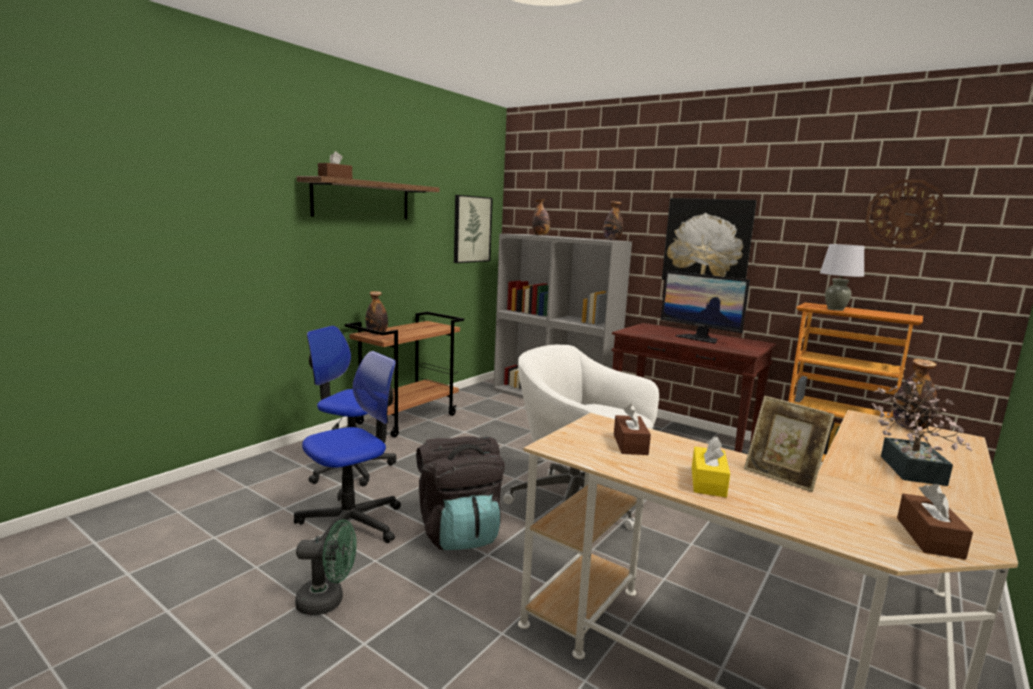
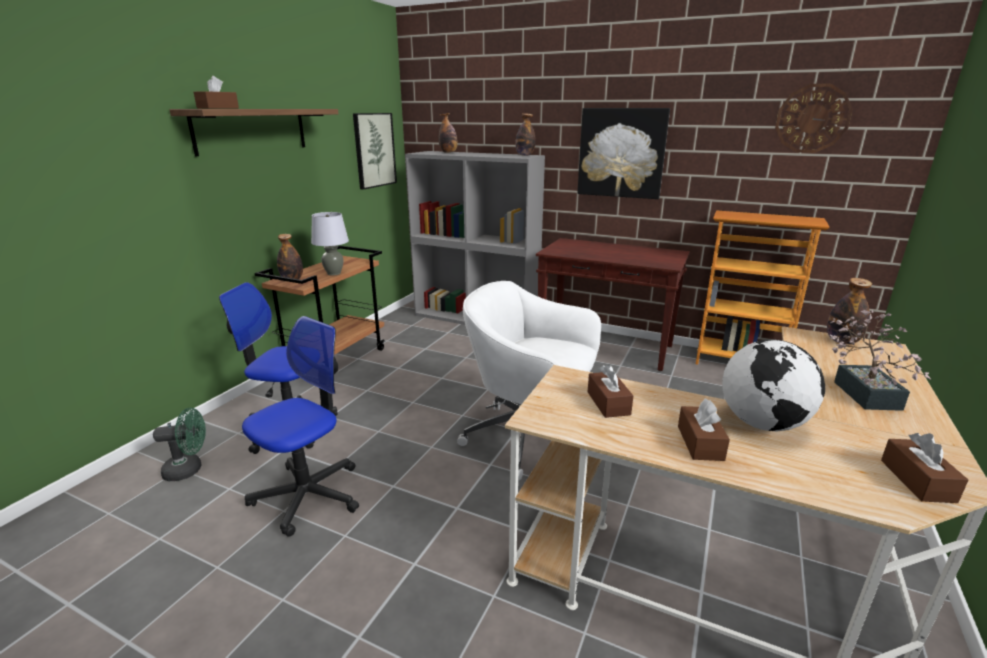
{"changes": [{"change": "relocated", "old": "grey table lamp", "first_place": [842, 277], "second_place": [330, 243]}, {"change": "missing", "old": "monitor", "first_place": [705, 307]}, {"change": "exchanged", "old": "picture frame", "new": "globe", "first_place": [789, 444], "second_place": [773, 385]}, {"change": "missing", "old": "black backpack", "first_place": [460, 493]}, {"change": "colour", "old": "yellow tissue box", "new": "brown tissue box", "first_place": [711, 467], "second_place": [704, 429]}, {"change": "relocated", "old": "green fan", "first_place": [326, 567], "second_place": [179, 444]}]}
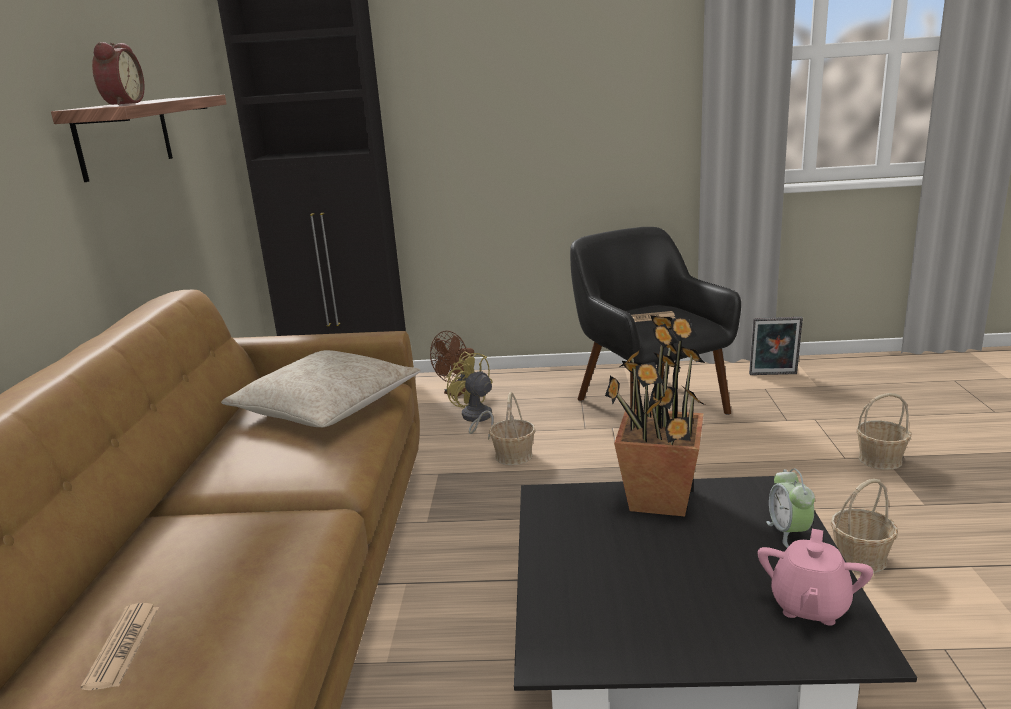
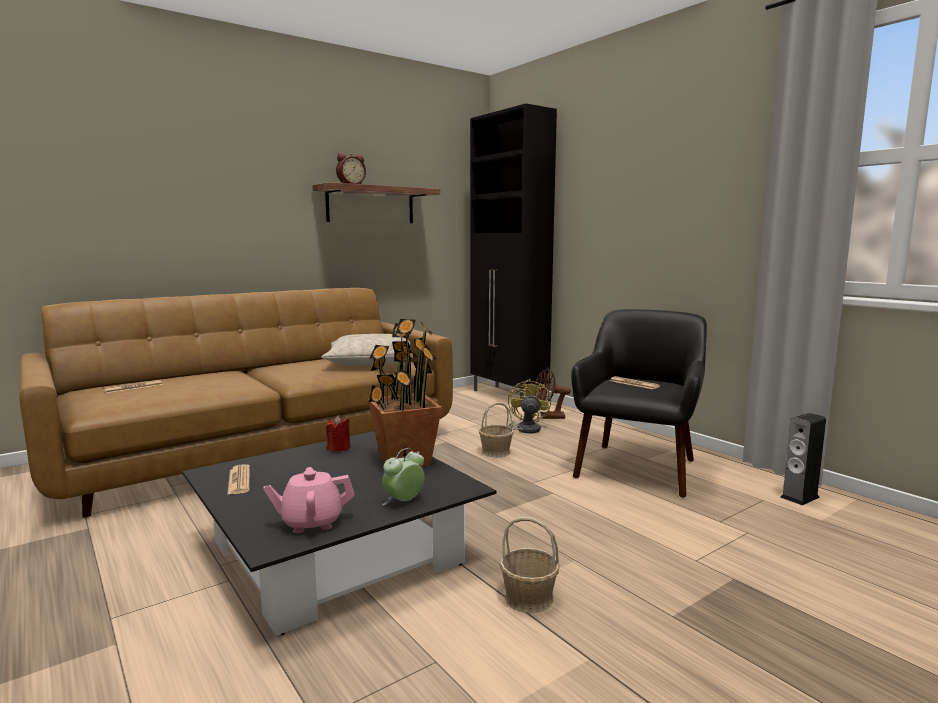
{"changes": [{"change": "exchanged", "old": "picture frame", "new": "speaker", "first_place": [776, 346], "second_place": [803, 459]}, {"change": "missing", "old": "basket", "first_place": [883, 431]}, {"change": "appeared", "new": "red candle", "second_place": [338, 433]}, {"change": "appeared", "new": "newspaper", "second_place": [238, 479]}]}
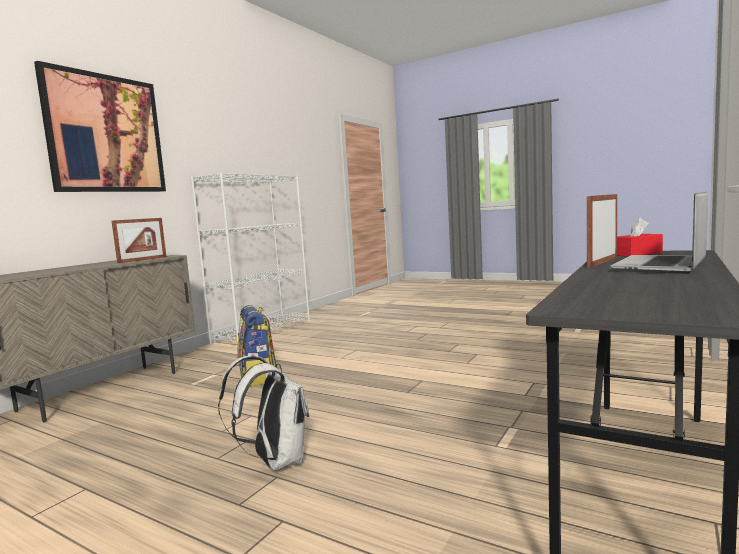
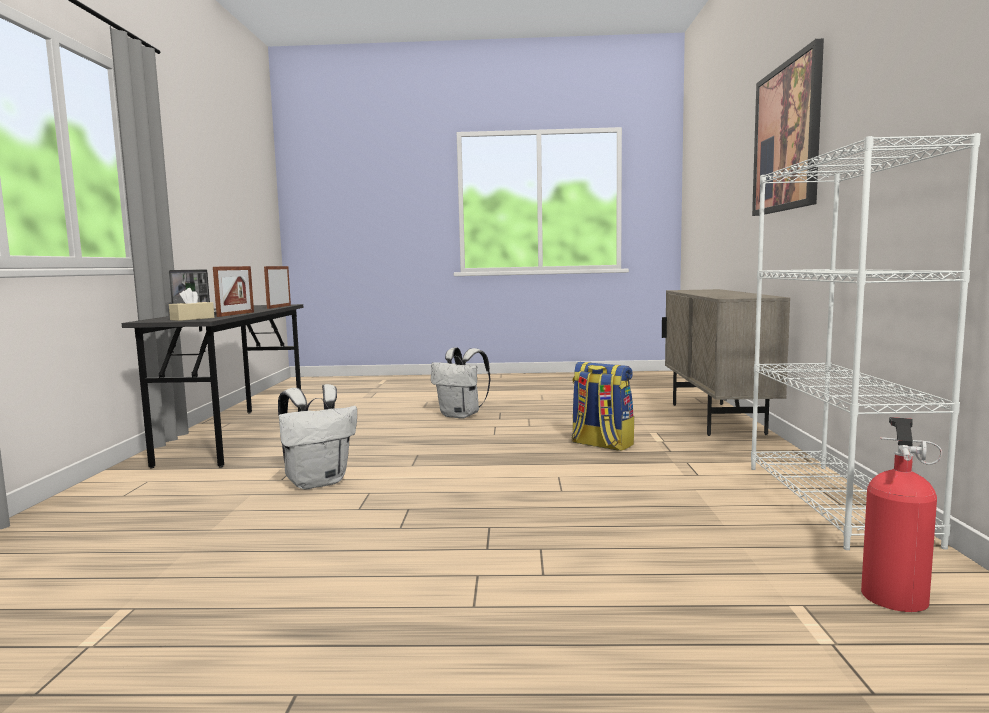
{"changes": [{"change": "colour", "old": "red tissue box", "new": "beige tissue box", "first_place": [640, 237], "second_place": [191, 304]}, {"change": "relocated", "old": "picture frame", "first_place": [139, 240], "second_place": [277, 287]}, {"change": "appeared", "new": "white backpack", "second_place": [317, 436]}, {"change": "appeared", "new": "fire extinguisher", "second_place": [901, 514]}]}
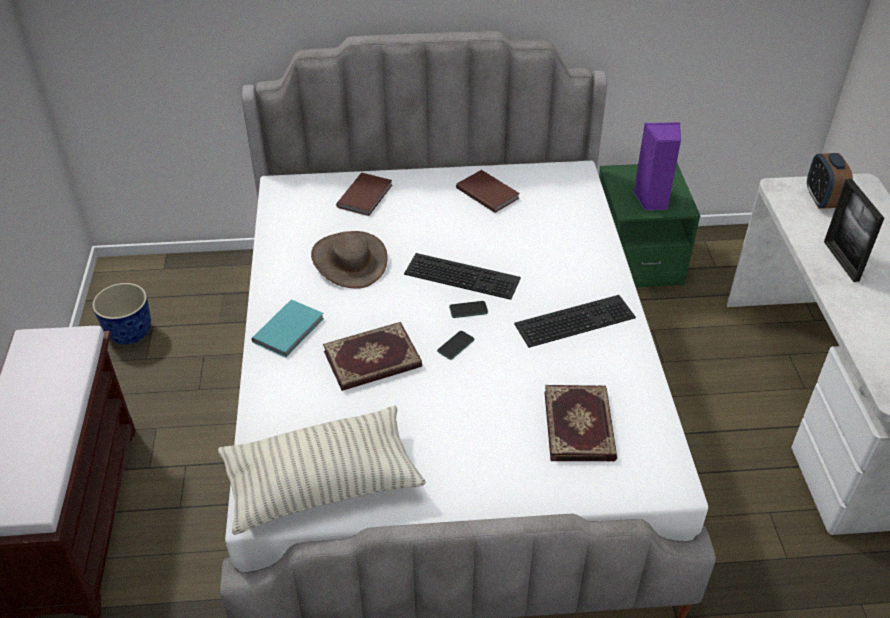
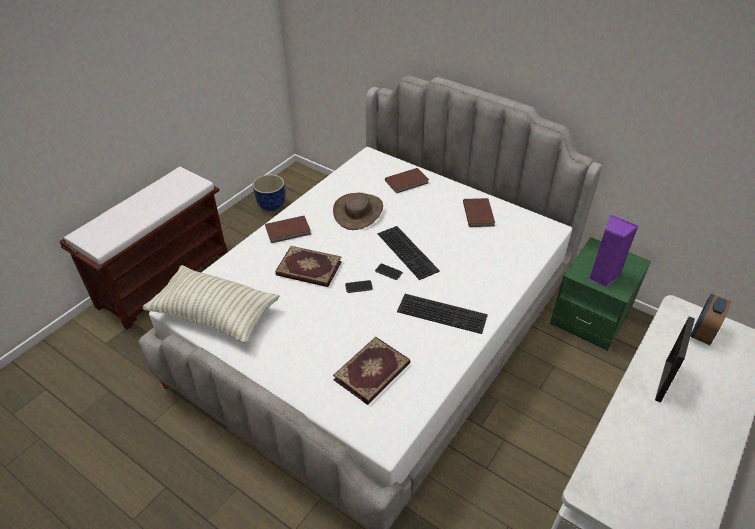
{"changes": [{"change": "colour", "old": "turquoise book", "new": "brown book", "first_place": [287, 329], "second_place": [288, 229]}]}
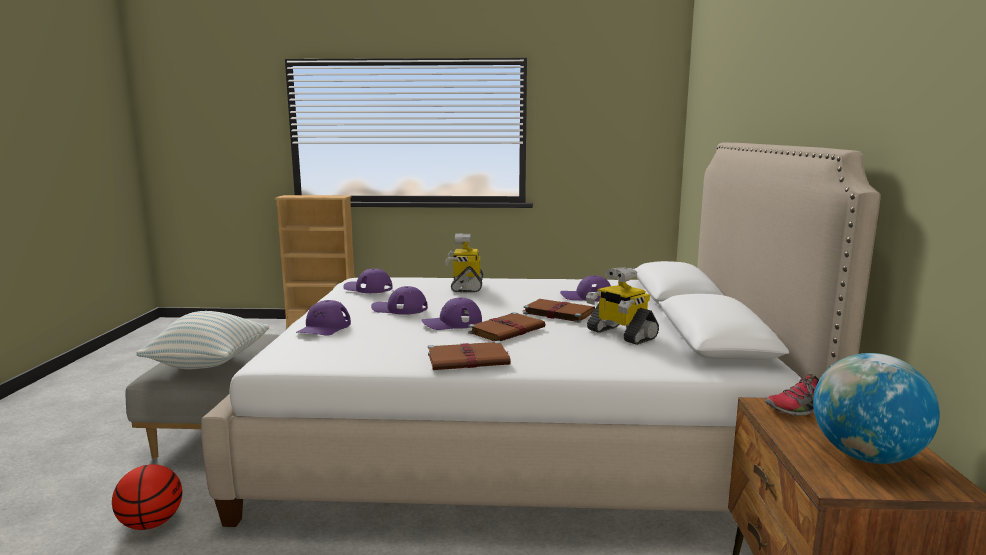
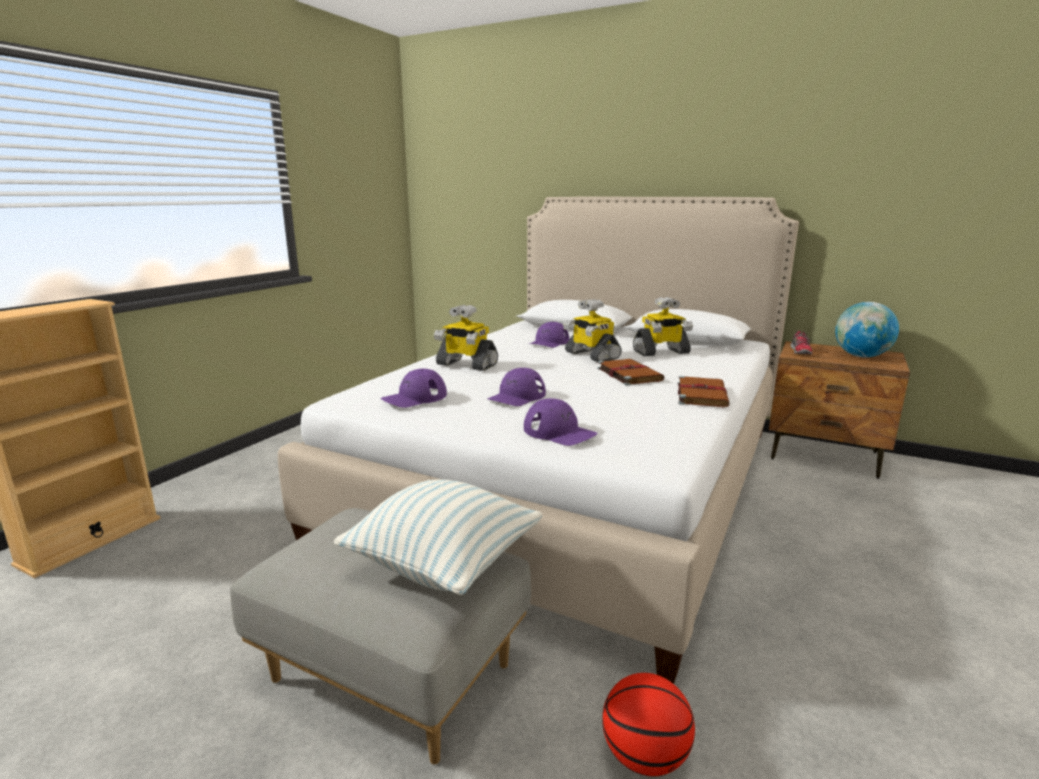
{"changes": [{"change": "missing", "old": "purple cap", "first_place": [451, 314]}, {"change": "exchanged", "old": "brown book", "new": "toy robot", "first_place": [559, 311], "second_place": [592, 330]}]}
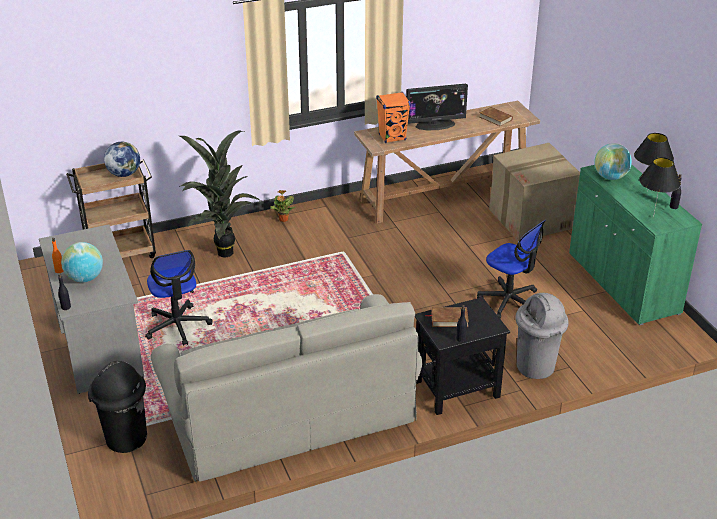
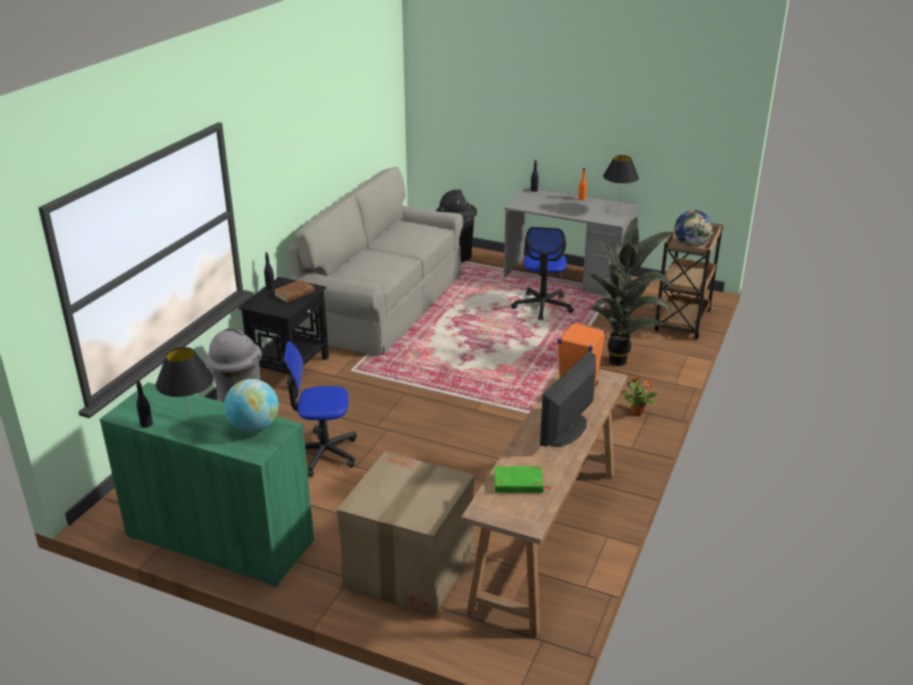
{"changes": [{"change": "colour", "old": "brown book", "new": "green book", "first_place": [496, 117], "second_place": [522, 479]}, {"change": "relocated", "old": "black table lamp", "first_place": [660, 187], "second_place": [621, 180]}, {"change": "missing", "old": "globe", "first_place": [82, 262]}, {"change": "spun", "old": "office chair", "first_place": [179, 298], "second_place": [542, 274], "degrees": -105}]}
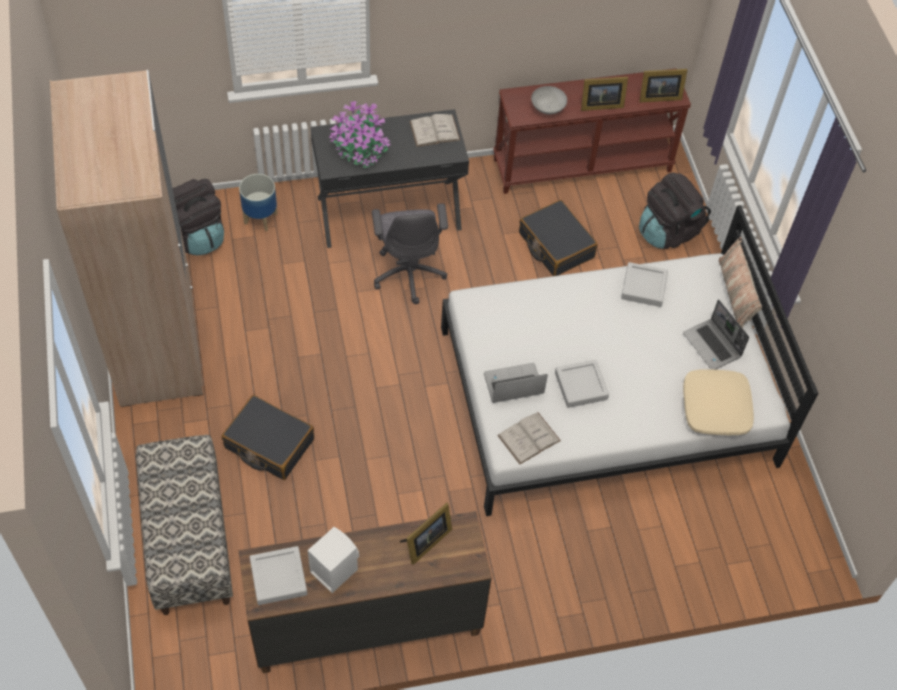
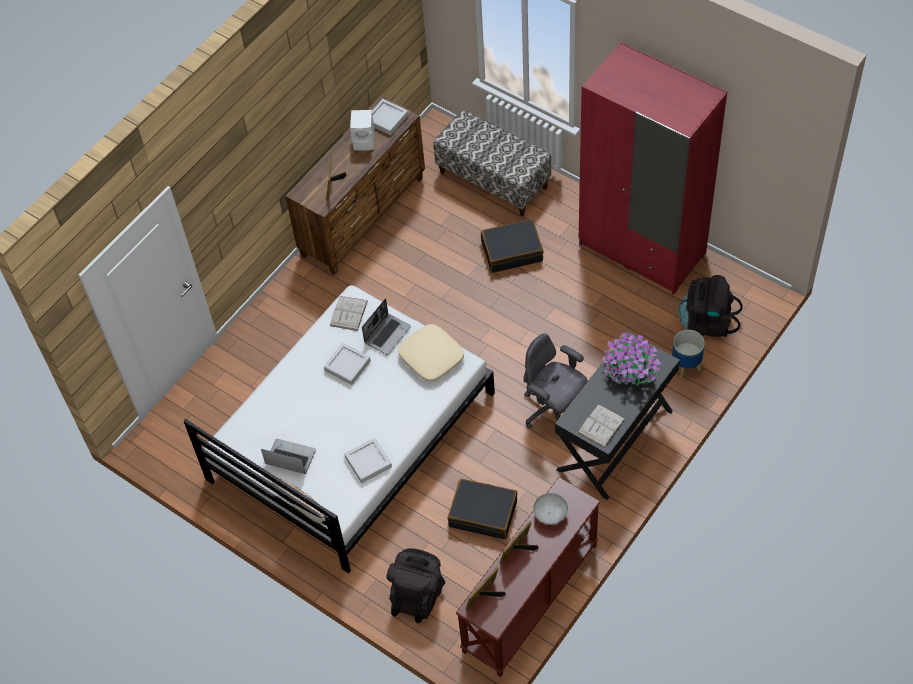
{"changes": [{"change": "colour", "old": "beige wardrobe", "new": "red wardrobe", "first_place": [126, 238], "second_place": [653, 168]}, {"change": "relocated", "old": "beige pillow", "first_place": [718, 402], "second_place": [431, 353]}]}
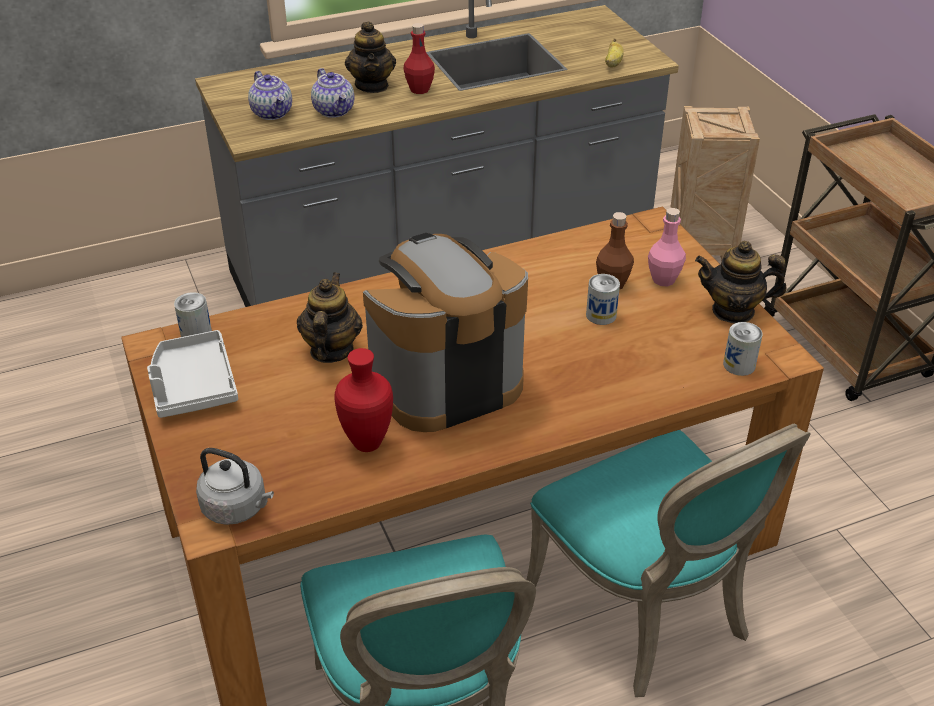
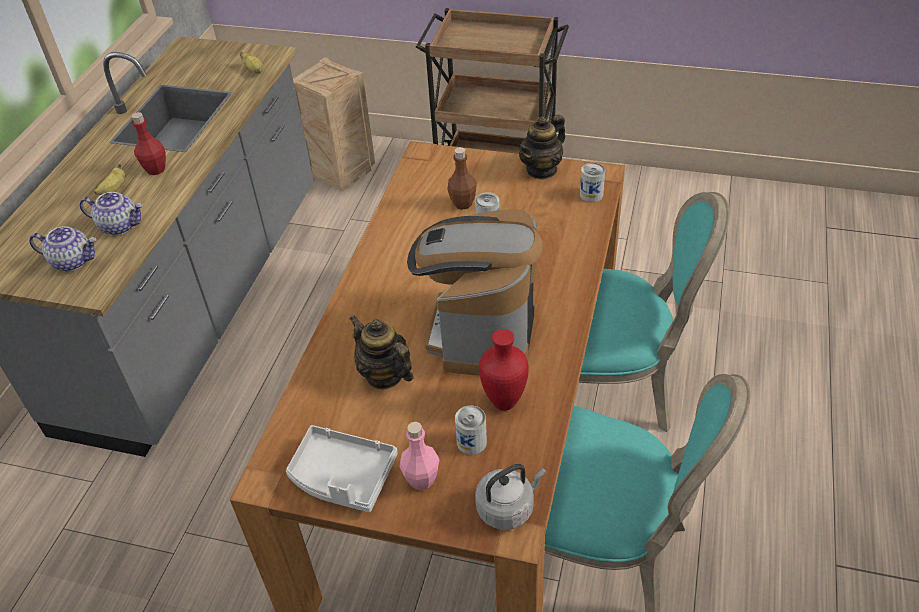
{"changes": [{"change": "exchanged", "old": "teapot", "new": "banana", "first_place": [370, 57], "second_place": [109, 179]}, {"change": "relocated", "old": "pink bottle", "first_place": [667, 247], "second_place": [419, 456]}, {"change": "relocated", "old": "can", "first_place": [193, 314], "second_place": [471, 430]}]}
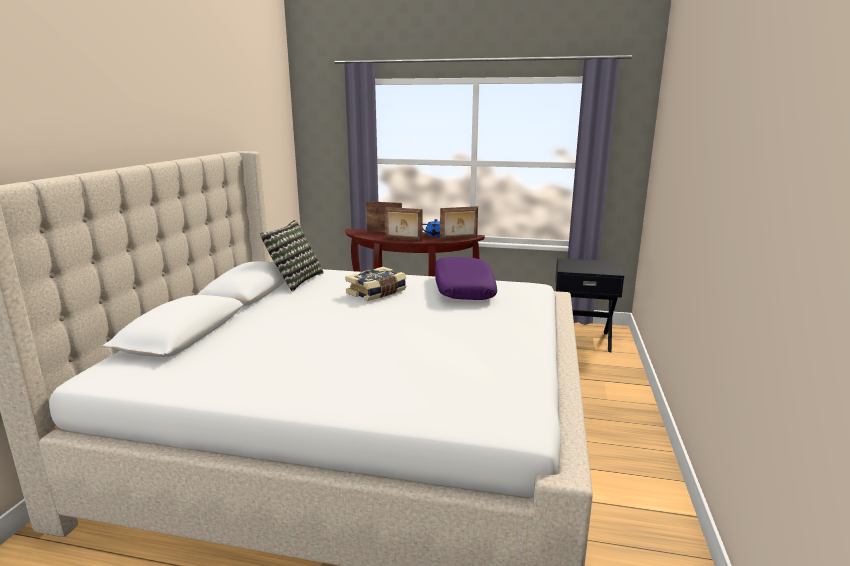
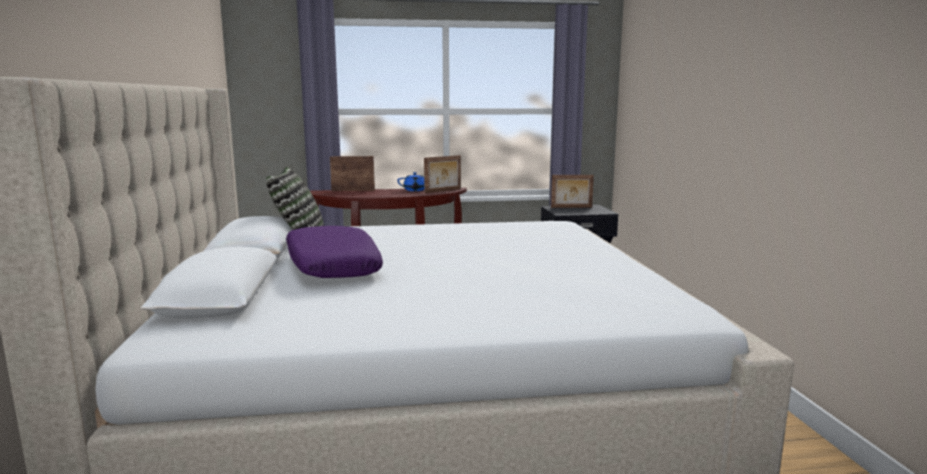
{"changes": [{"change": "relocated", "old": "picture frame", "first_place": [403, 224], "second_place": [572, 191]}, {"change": "relocated", "old": "purple pillow", "first_place": [466, 278], "second_place": [334, 252]}, {"change": "missing", "old": "book", "first_place": [375, 284]}]}
